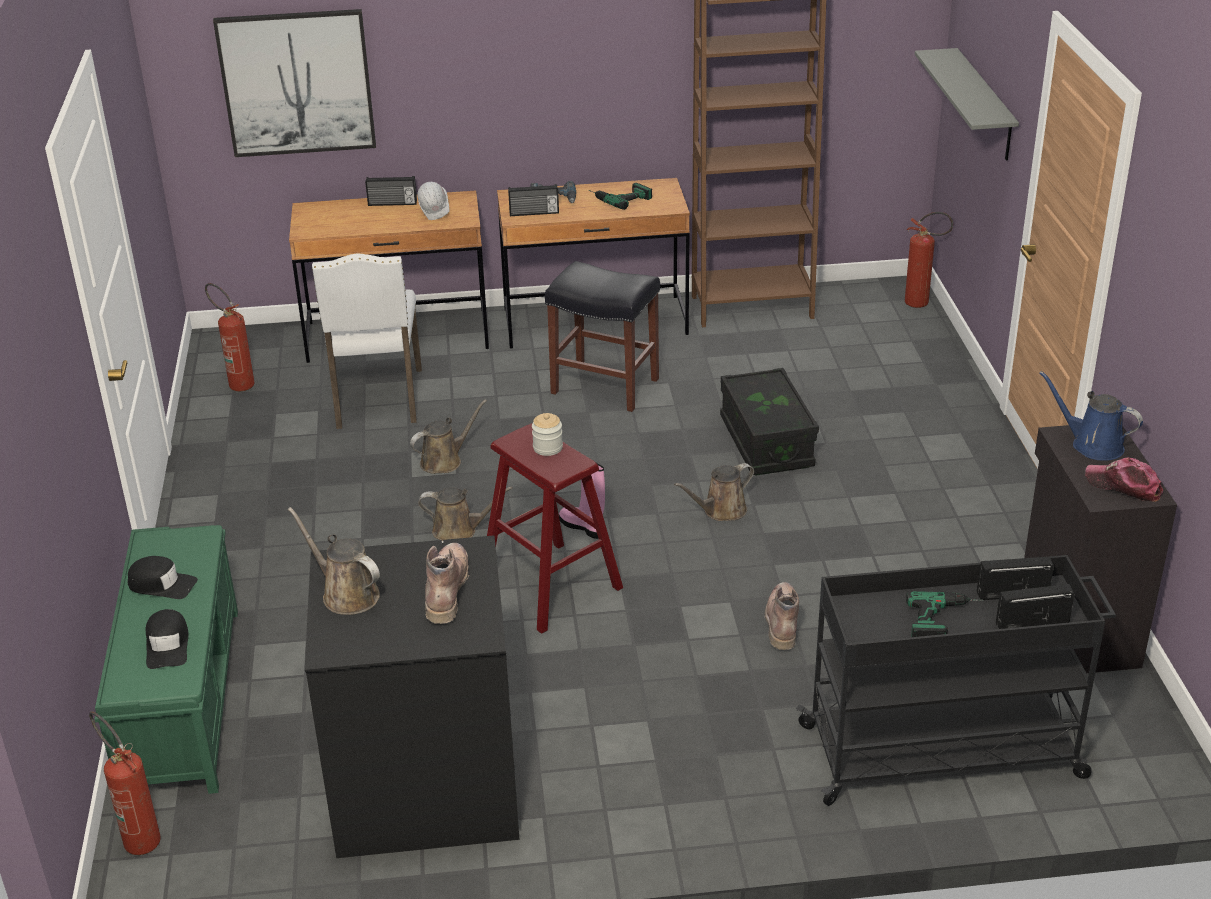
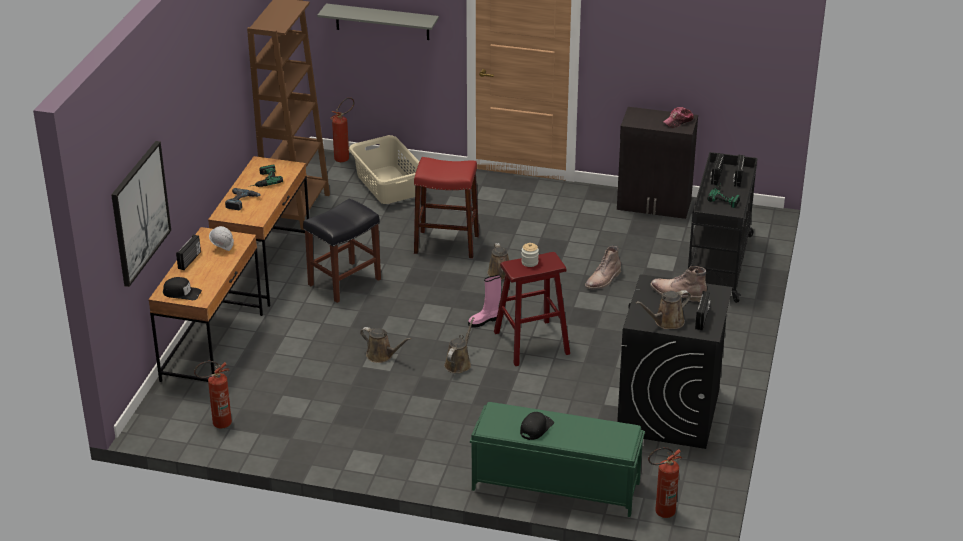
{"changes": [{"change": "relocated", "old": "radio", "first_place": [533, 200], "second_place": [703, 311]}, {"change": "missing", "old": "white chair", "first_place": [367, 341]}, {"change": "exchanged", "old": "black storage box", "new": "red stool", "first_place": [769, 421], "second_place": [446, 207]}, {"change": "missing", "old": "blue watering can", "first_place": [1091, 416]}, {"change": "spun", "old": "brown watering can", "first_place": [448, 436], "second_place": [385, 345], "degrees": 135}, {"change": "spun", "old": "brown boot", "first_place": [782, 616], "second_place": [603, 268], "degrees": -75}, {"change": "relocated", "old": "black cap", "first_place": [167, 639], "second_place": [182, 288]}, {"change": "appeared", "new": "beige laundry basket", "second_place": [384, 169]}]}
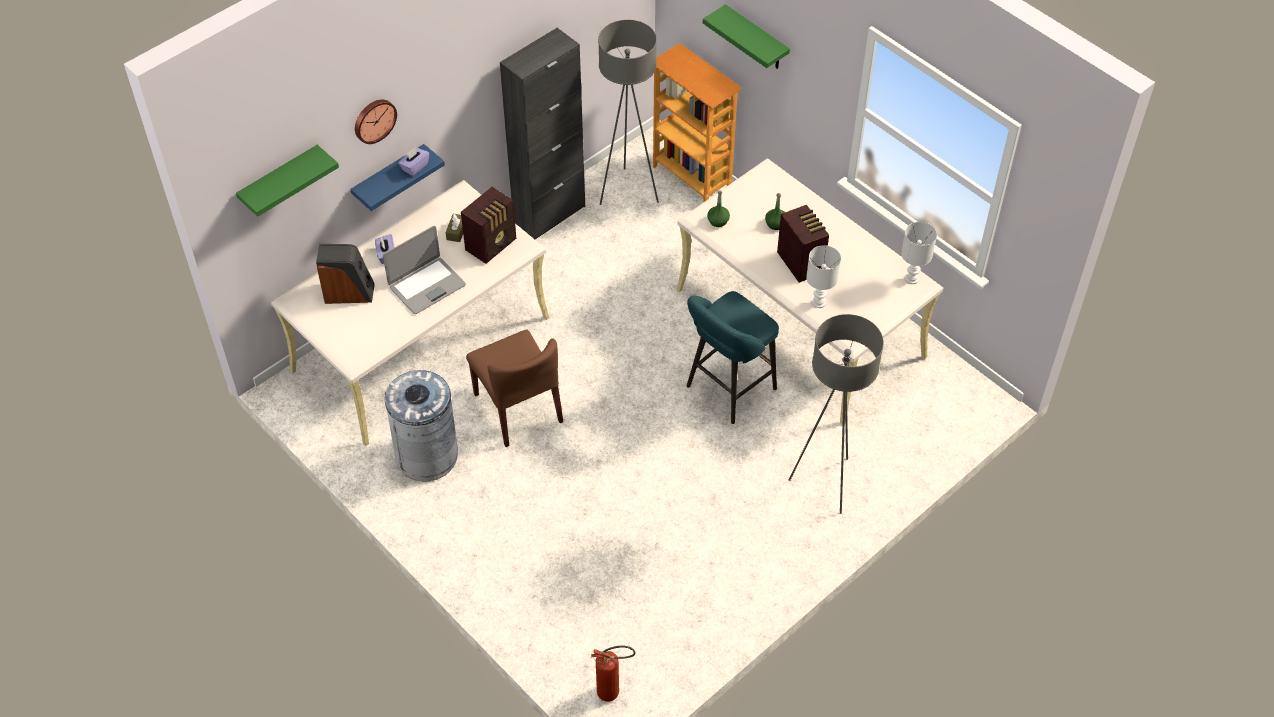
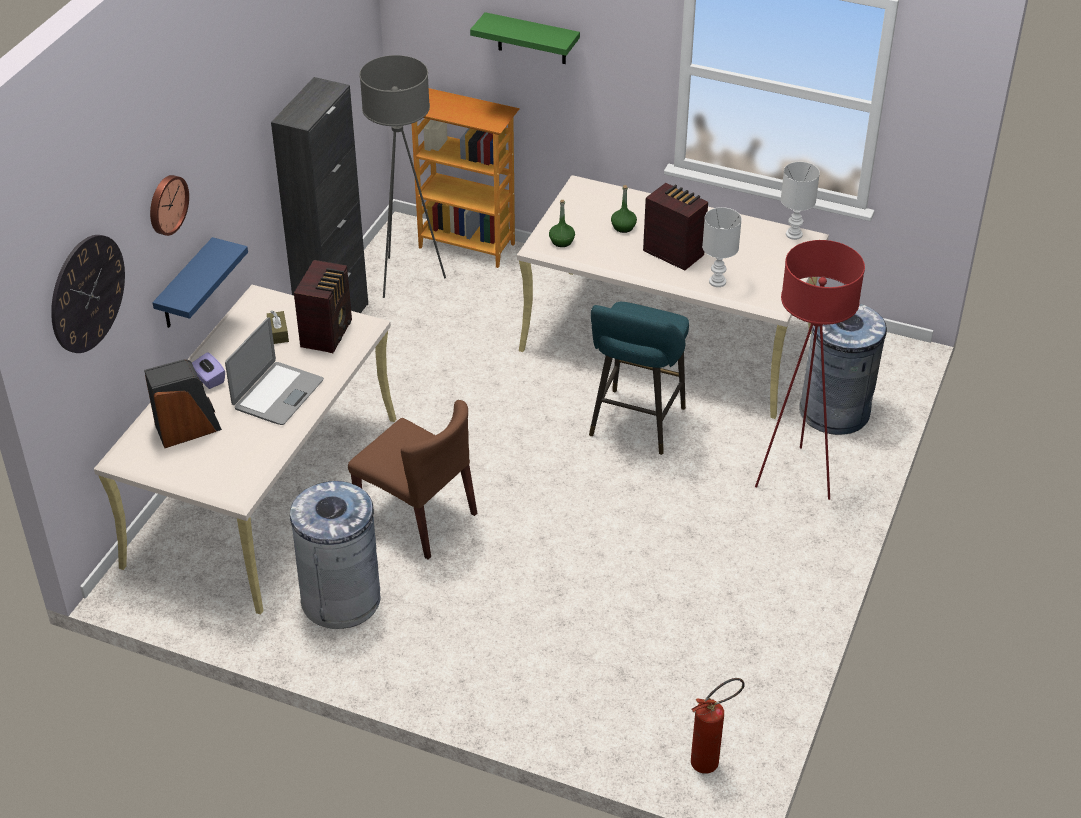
{"changes": [{"change": "exchanged", "old": "green shelf", "new": "wall clock", "first_place": [287, 181], "second_place": [88, 294]}, {"change": "missing", "old": "purple tissue box", "first_place": [413, 161]}, {"change": "colour", "old": "grey floor lamp", "new": "red floor lamp", "first_place": [836, 414], "second_place": [810, 370]}, {"change": "appeared", "new": "grey trash can", "second_place": [843, 369]}]}
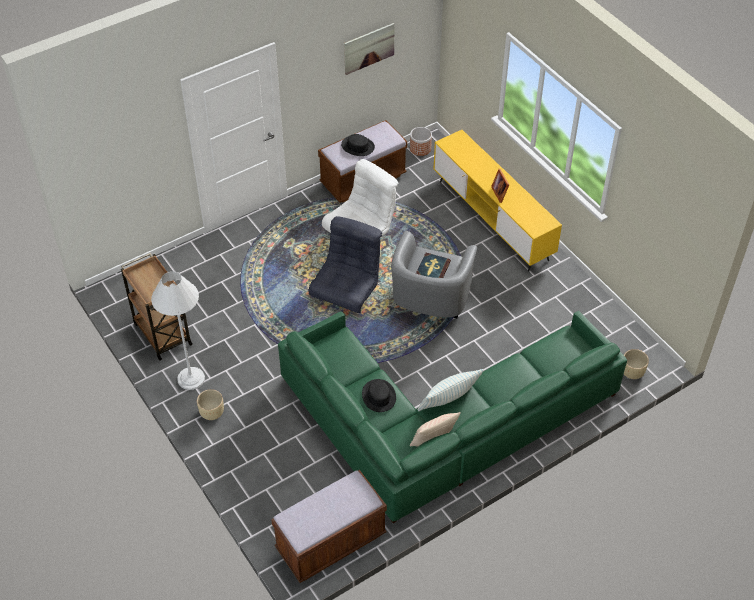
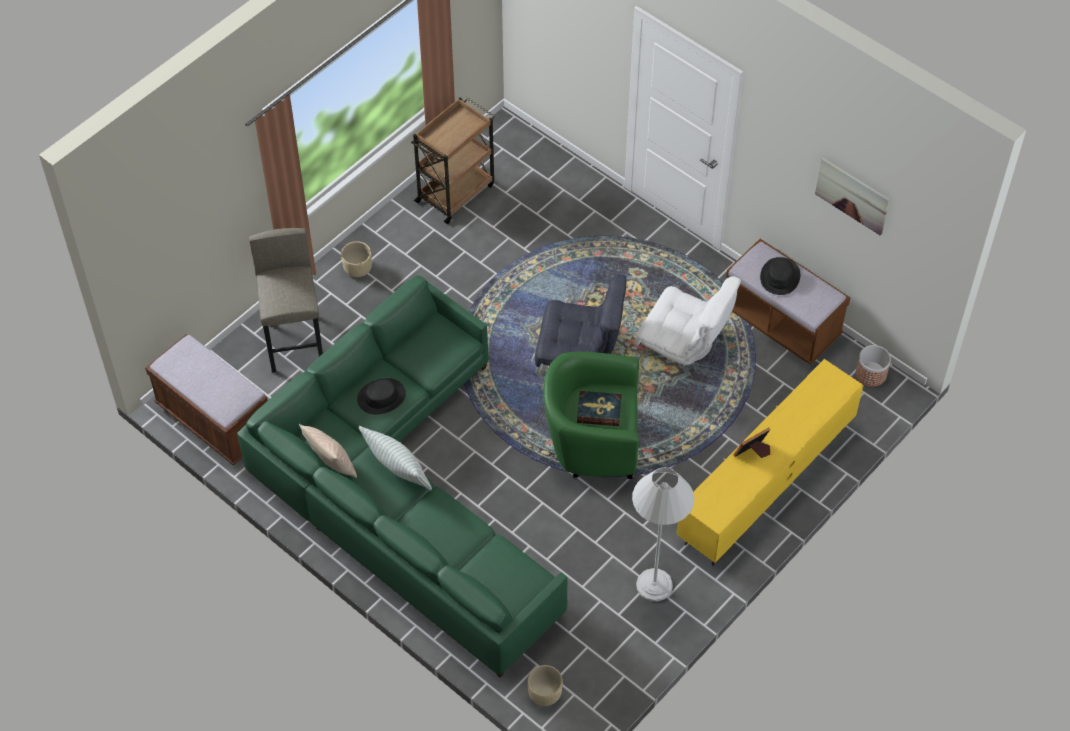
{"changes": [{"change": "colour", "old": "grey armchair", "new": "green armchair", "first_place": [434, 274], "second_place": [591, 415]}, {"change": "relocated", "old": "white floor lamp", "first_place": [178, 330], "second_place": [663, 534]}, {"change": "appeared", "new": "grey stool", "second_place": [286, 300]}]}
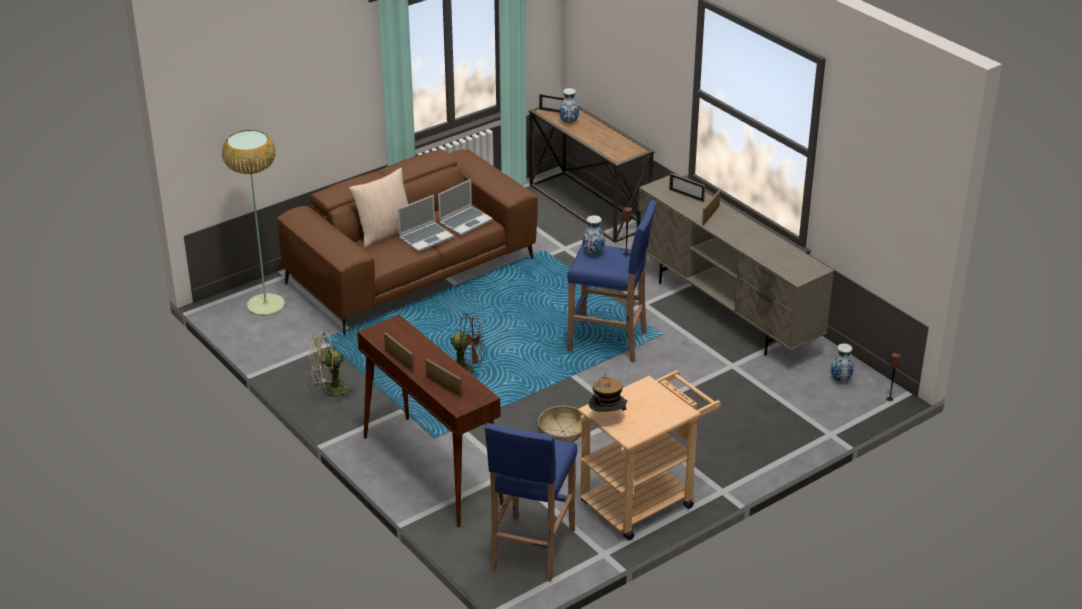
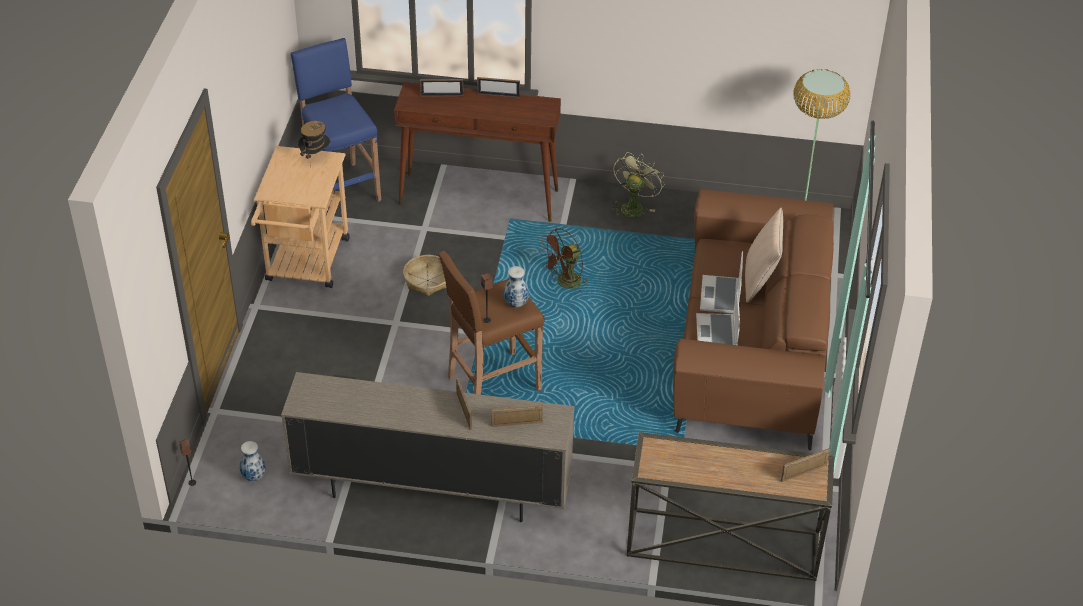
{"changes": [{"change": "missing", "old": "vase", "first_place": [569, 106]}, {"change": "colour", "old": "blue stool", "new": "brown stool", "first_place": [612, 281], "second_place": [491, 323]}]}
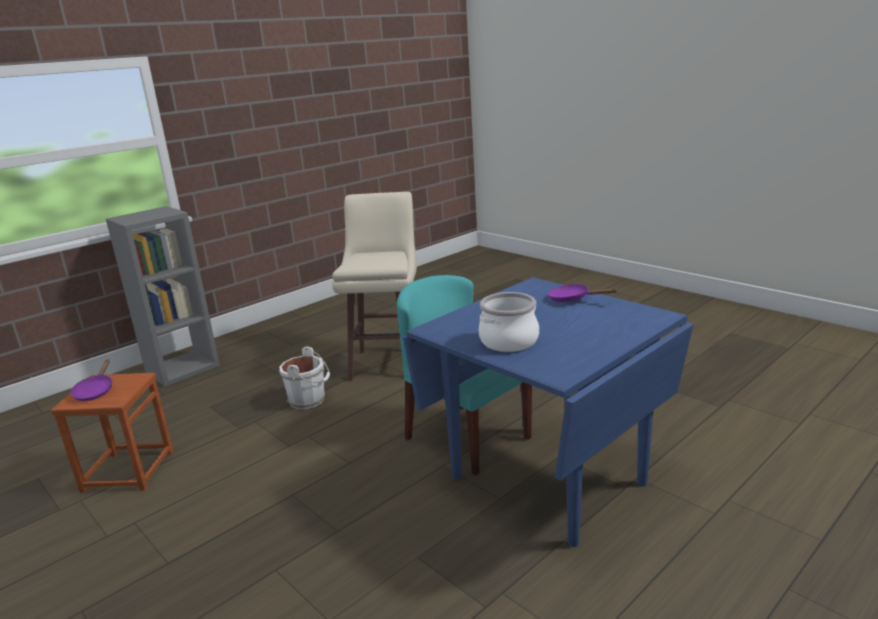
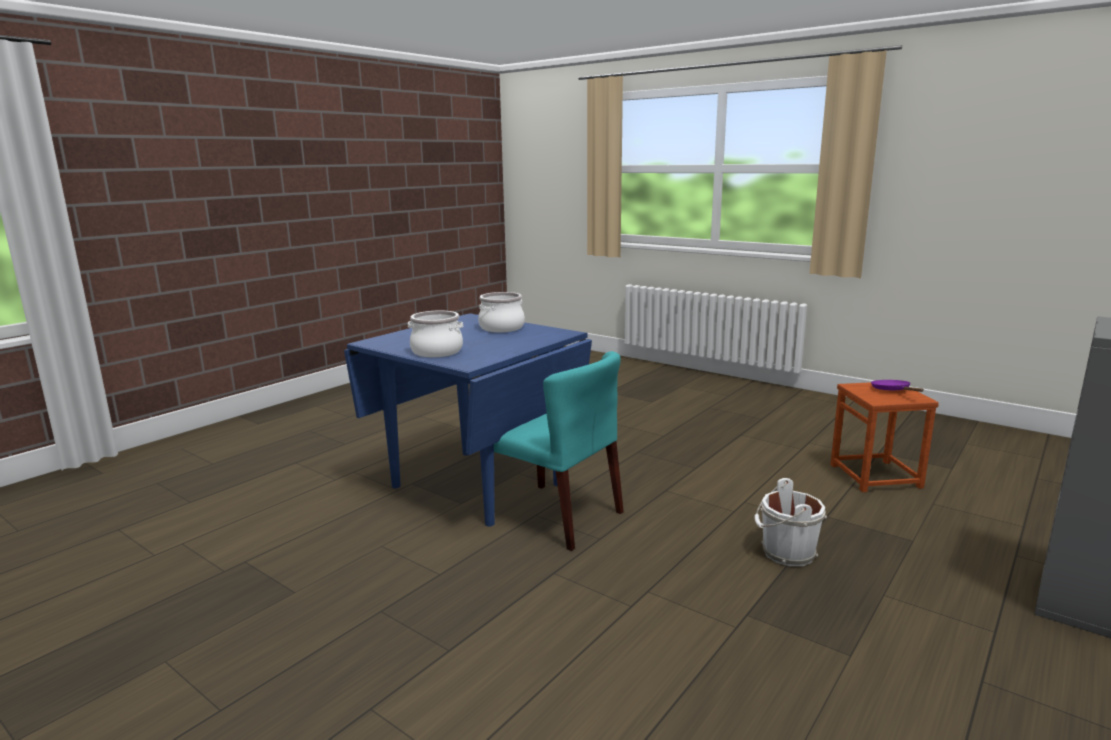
{"changes": [{"change": "missing", "old": "beige stool", "first_place": [374, 286]}, {"change": "exchanged", "old": "purple frying pan", "new": "cooking pot", "first_place": [582, 293], "second_place": [435, 334]}]}
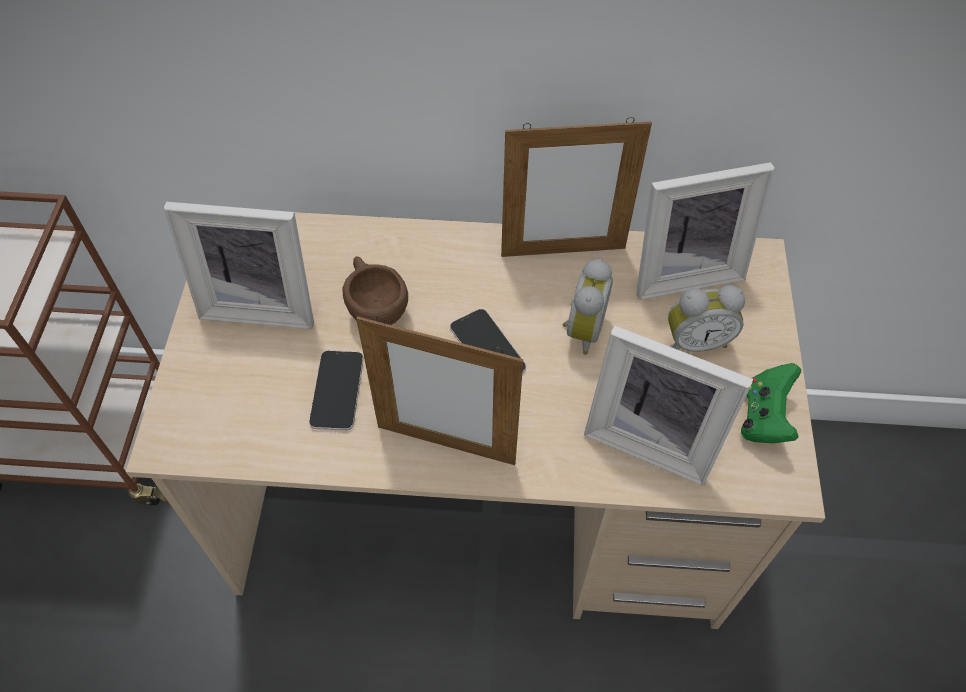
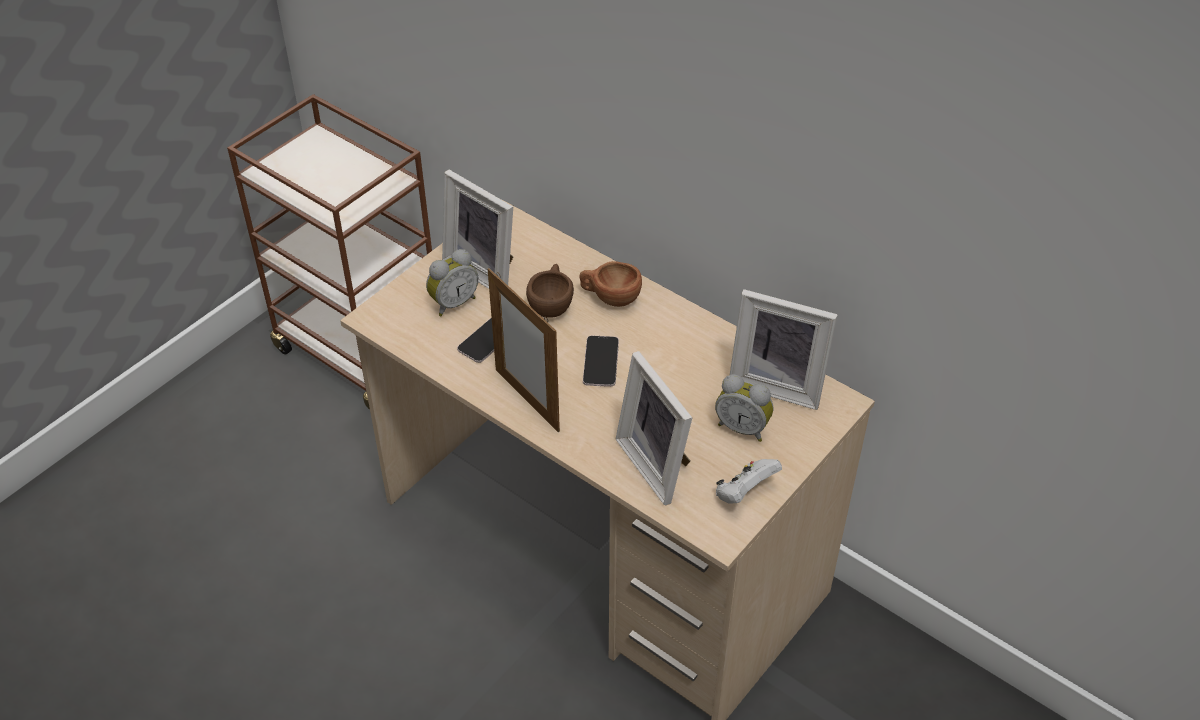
{"changes": [{"change": "missing", "old": "picture frame", "first_place": [576, 187]}, {"change": "relocated", "old": "alarm clock", "first_place": [588, 307], "second_place": [452, 282]}, {"change": "colour", "old": "green game controller", "new": "white game controller", "first_place": [771, 403], "second_place": [749, 481]}, {"change": "appeared", "new": "brown cup", "second_place": [611, 284]}]}
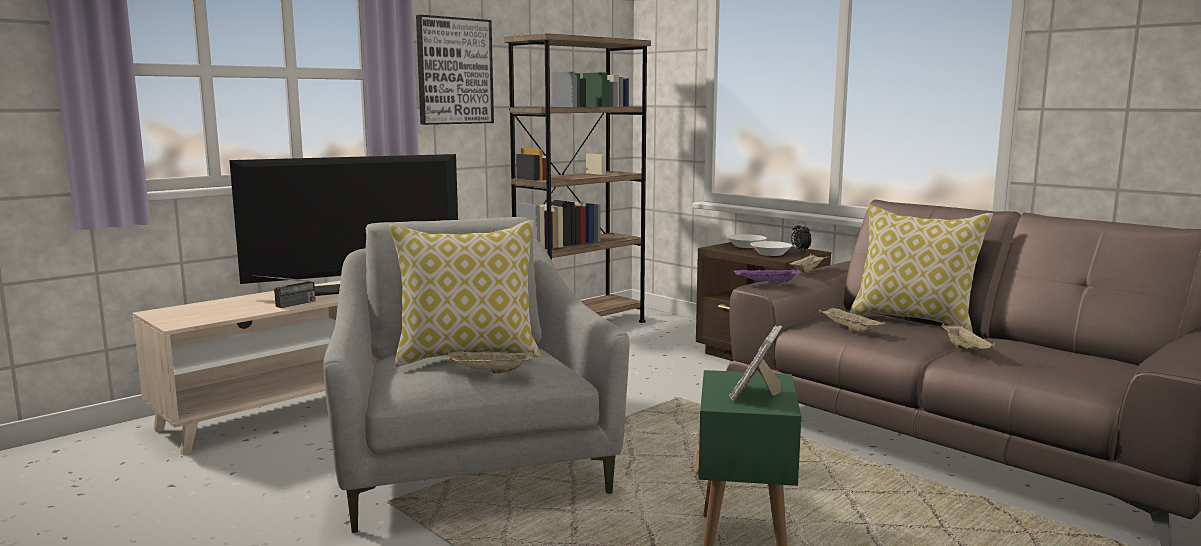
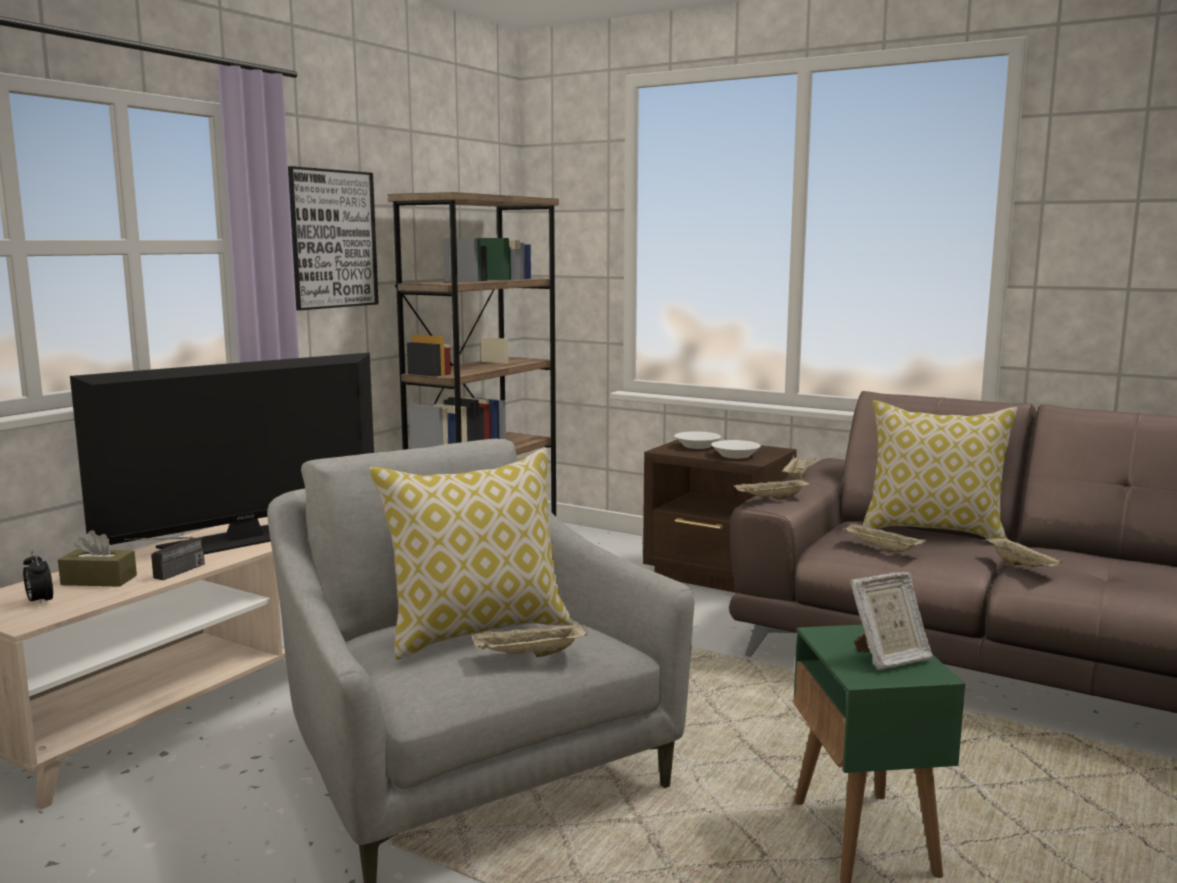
{"changes": [{"change": "relocated", "old": "alarm clock", "first_place": [801, 236], "second_place": [38, 578]}, {"change": "colour", "old": "purple tray", "new": "beige tray", "first_place": [768, 276], "second_place": [772, 488]}, {"change": "spun", "old": "picture frame", "first_place": [755, 363], "second_place": [891, 621], "degrees": -120}, {"change": "appeared", "new": "brown tissue box", "second_place": [97, 558]}]}
